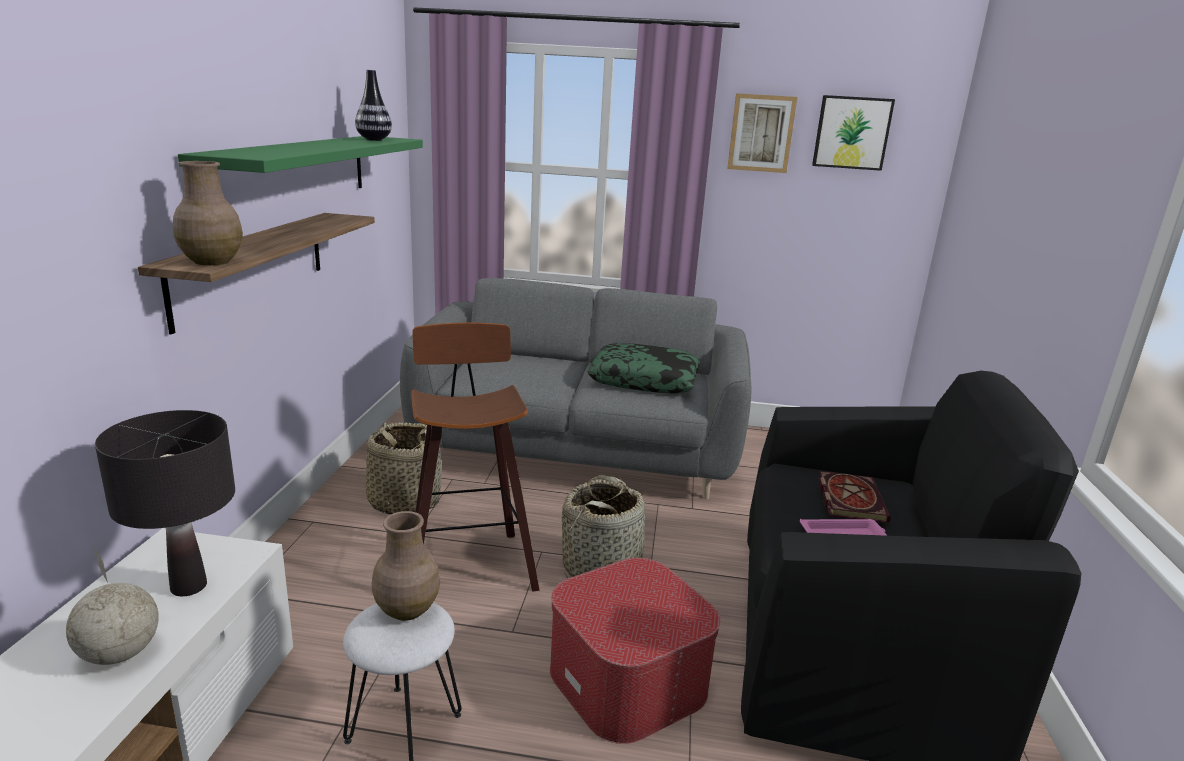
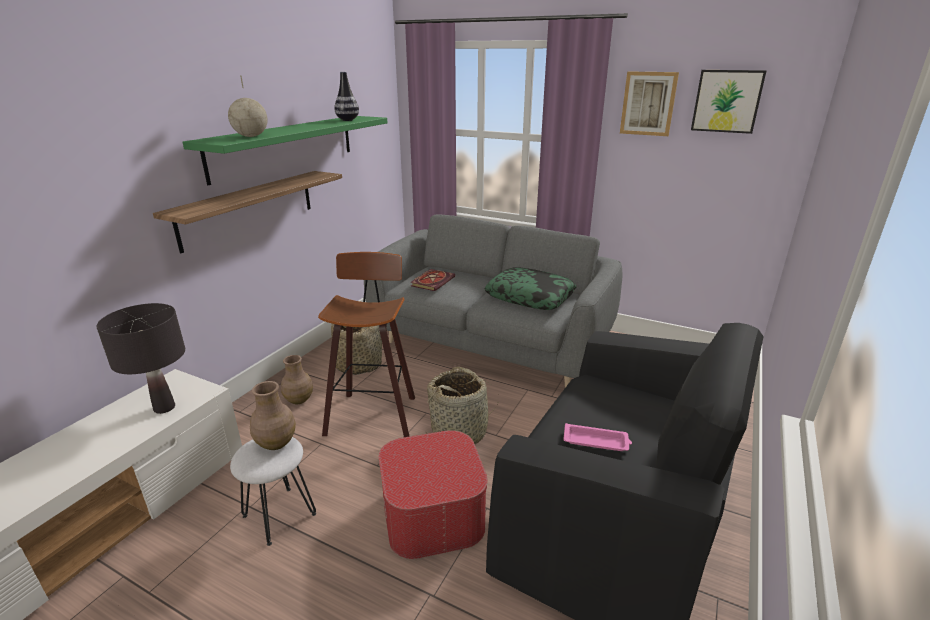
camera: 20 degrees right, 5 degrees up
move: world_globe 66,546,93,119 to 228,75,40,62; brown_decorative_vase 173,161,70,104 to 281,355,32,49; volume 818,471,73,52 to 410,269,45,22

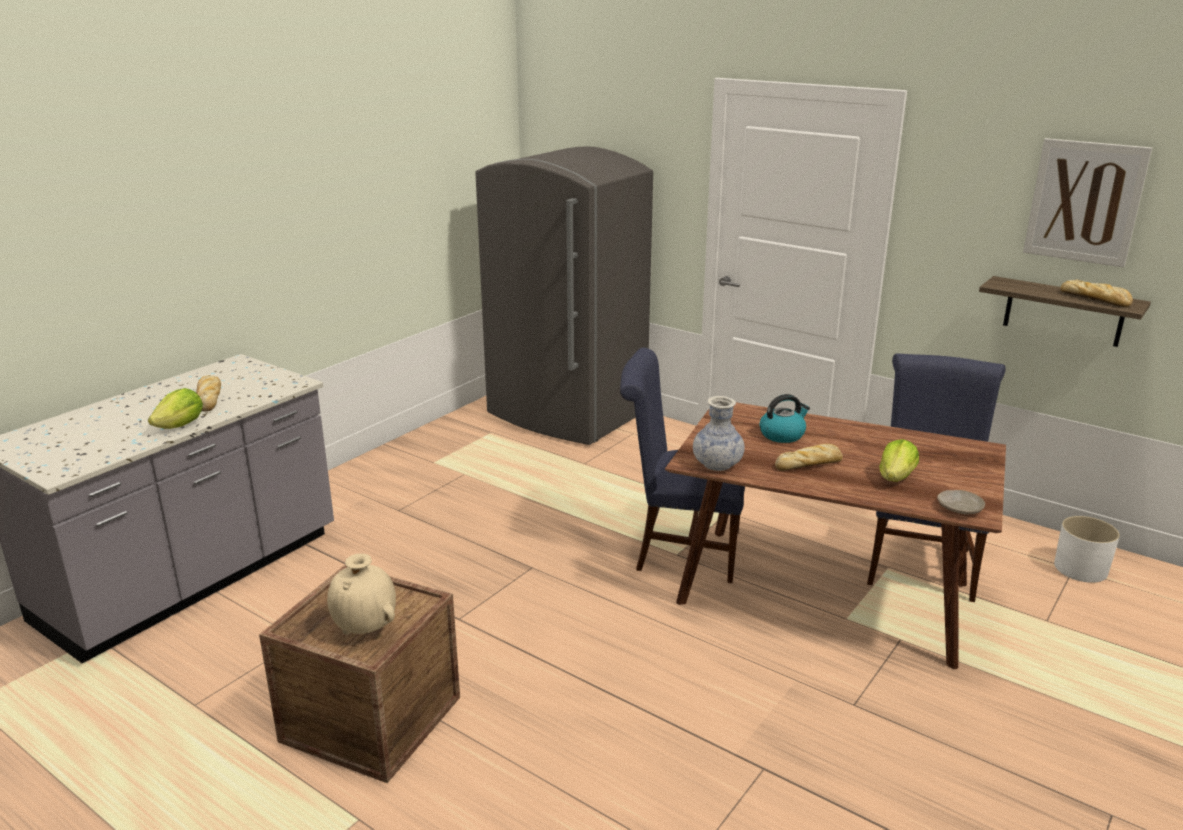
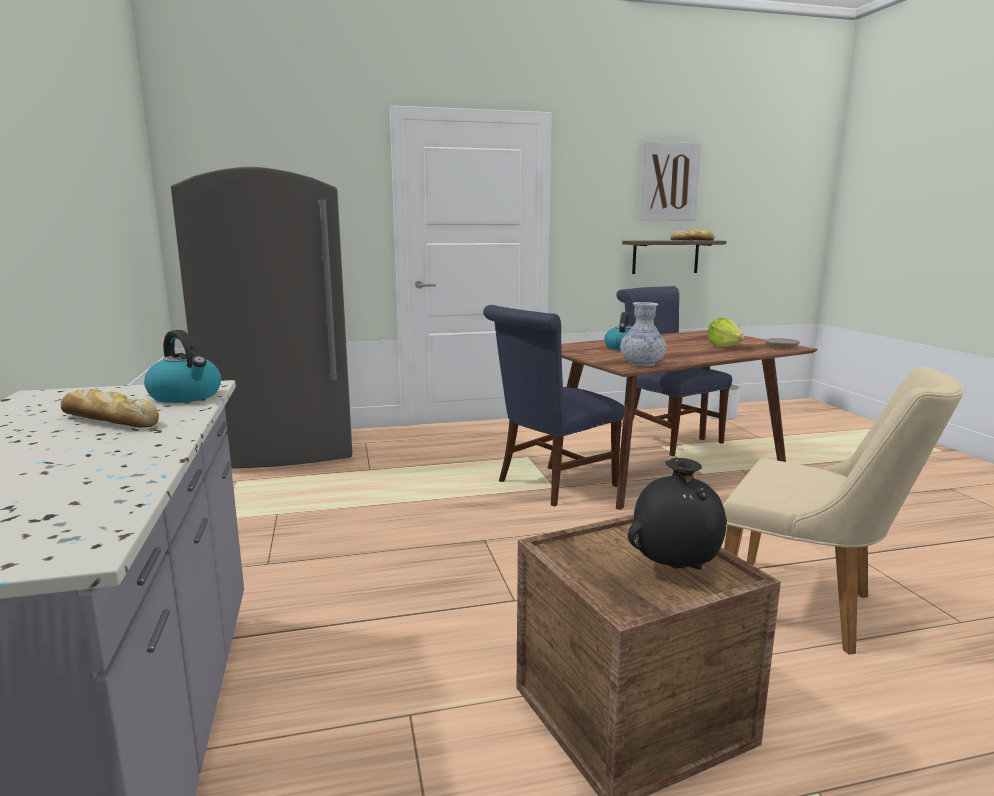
camera: 50 degrees left, 10 degrees down
delete: lettuce 148,388,55,41; baked_bread 775,444,68,27
insert: kettle 144,330,77,73; beige_plain_chair 723,367,241,288
recolor: beige_decorative_vase 327,553,69,82 to blackish_decorative_vase 628,458,99,112

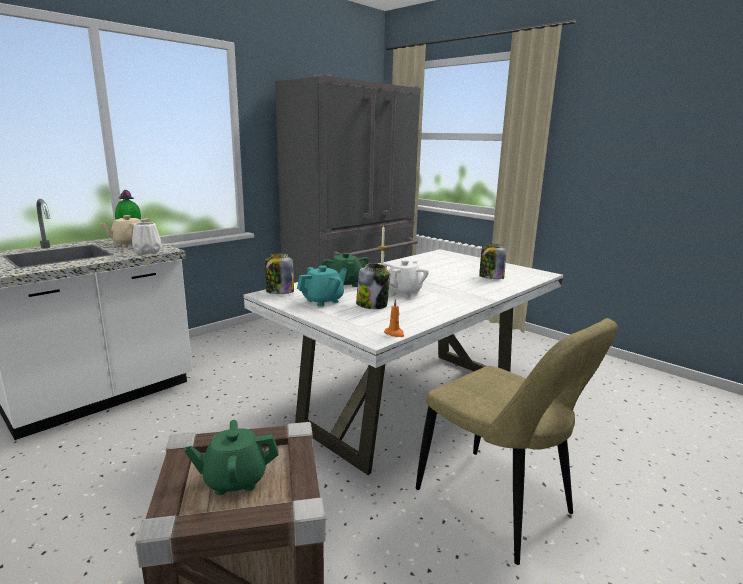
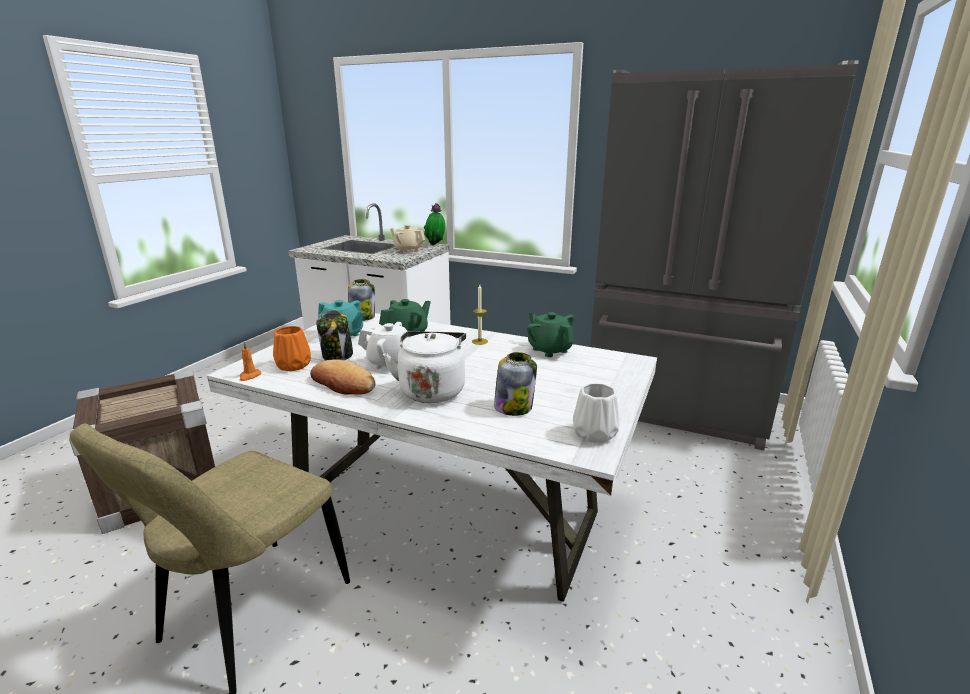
camera: 70 degrees right, 5 degrees up
insert: orange-coloured_decorative_vase 273,326,38,45; baked_bread 310,359,65,35; white_kettle 383,331,83,72
move: white_decorative_vase 132,222,29,32 to 573,383,47,60; green_tea_pot 184,420,94,75 to 527,312,47,45

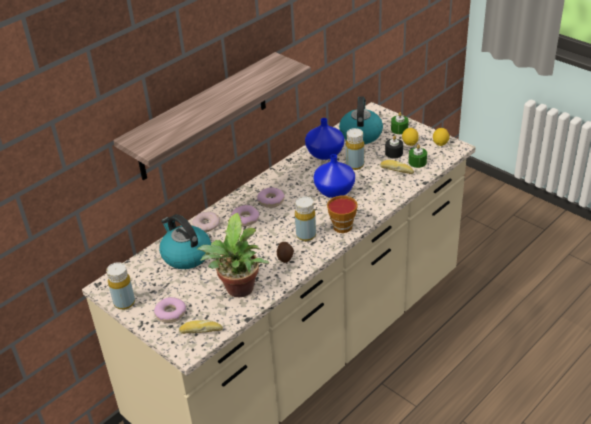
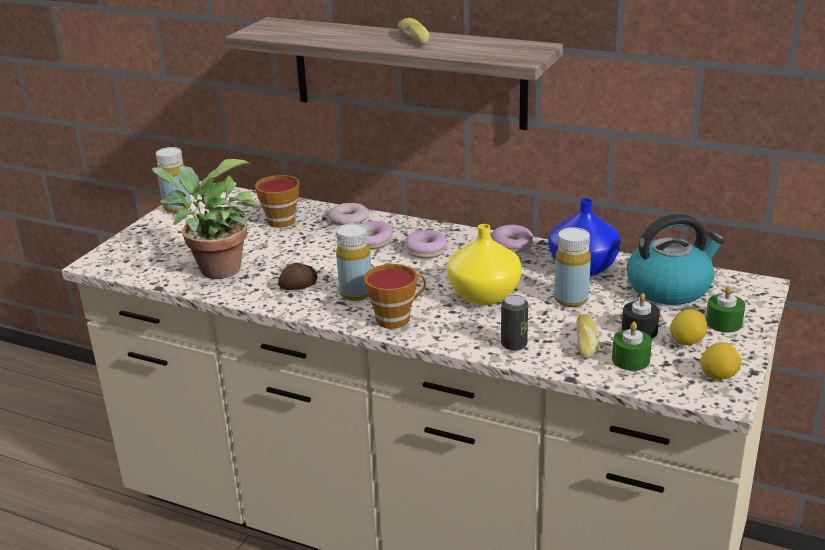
camera: 70 degrees right, 10 degrees down
insert: sealed_can 501,295,27,56
move: doughnut 154,297,32,26 to 491,225,42,28; baked_bread 179,320,44,14 to 398,18,32,27
replace: kettle 159,214,52,55 to cup 255,175,45,53
recolor: blue-coloured_decorative_vase 314,154,41,44 to yellowish_decorative_vase 447,224,75,81

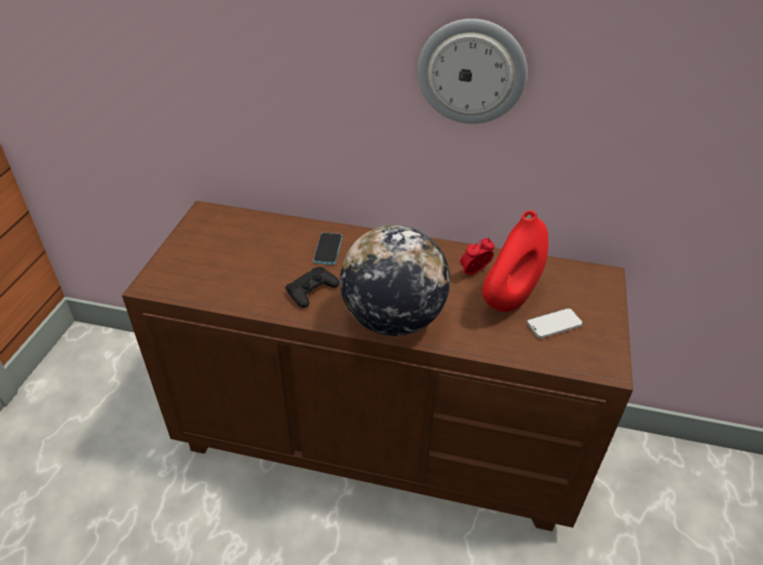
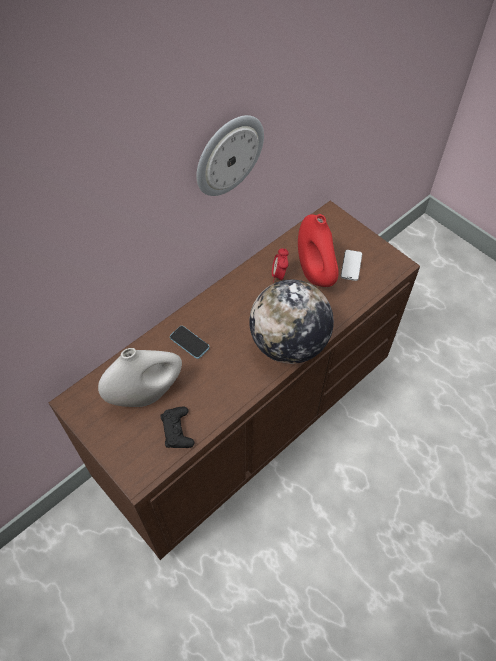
camera: 55 degrees left, 15 degrees up
insert: white_decorative_vase 98,348,84,59
move: blackish_gamepad 285,267,55,41 to 160,407,35,41

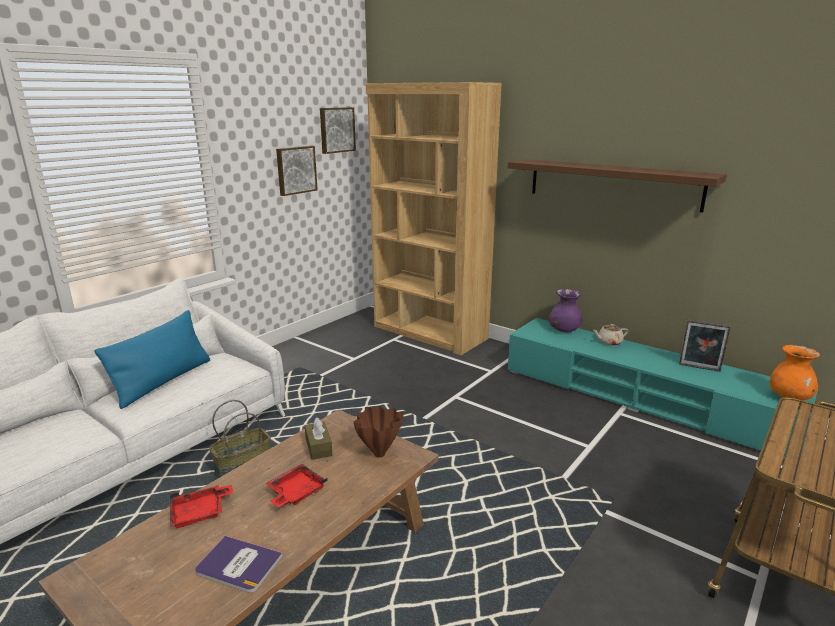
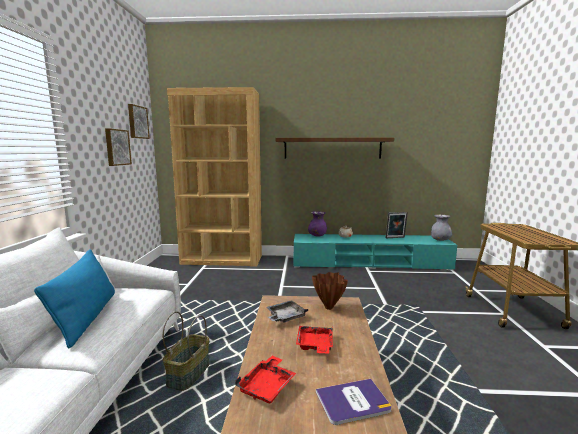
camera: 35 degrees left, 10 degrees down
replace: brown_tissue_holder 305,417,28,43 to gray_carrying_tray 266,300,42,23
recolor: orange-coloured_decorative_vase 769,345,51,55 to gray_decorative_vase 431,214,21,27

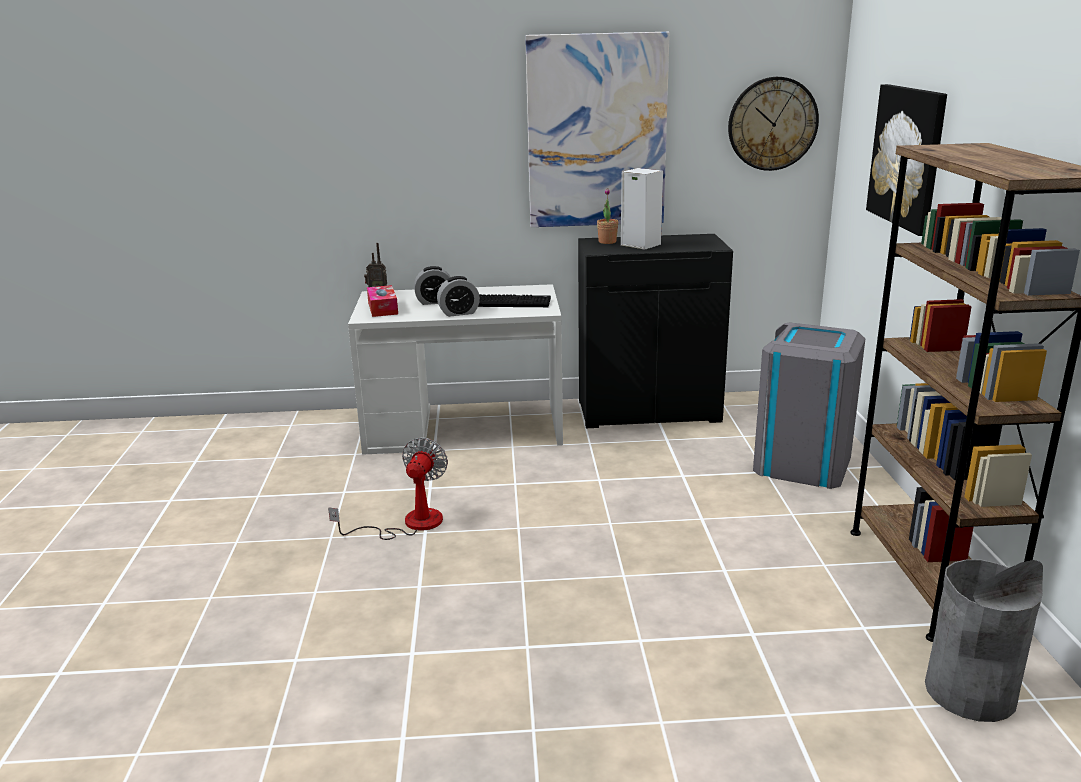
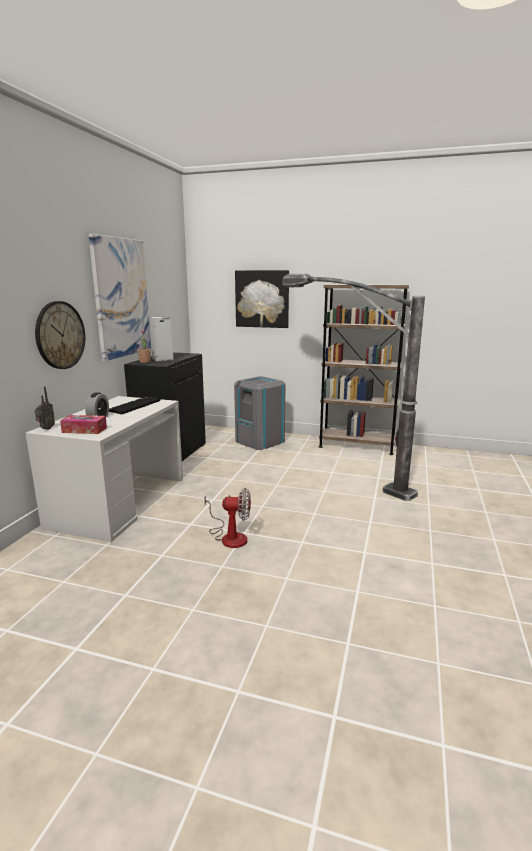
camera: 70 degrees left, 5 degrees down
delete: table_clock 437,276,43,41; gray_trash_can 925,559,118,163
insert: standard_lamp 283,274,142,227
move: clock_on_the_wall 728,77,91,94 to 35,301,50,68
rotate: cooling_fan 328,437,120,103 = 204,488,47,60 150 degrees clockwise

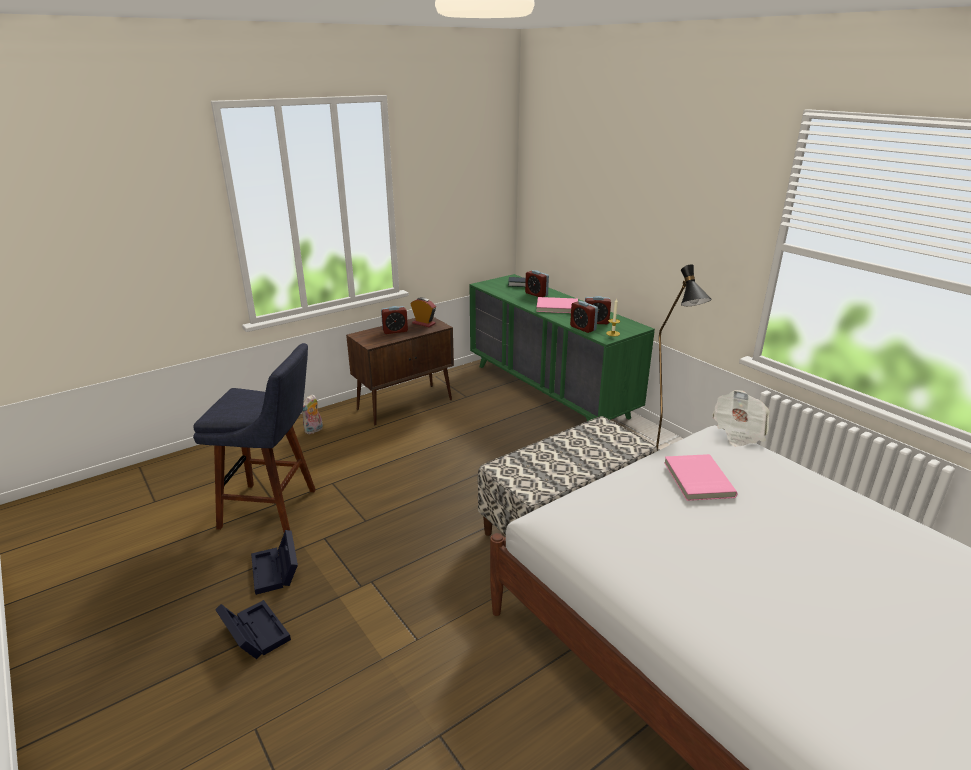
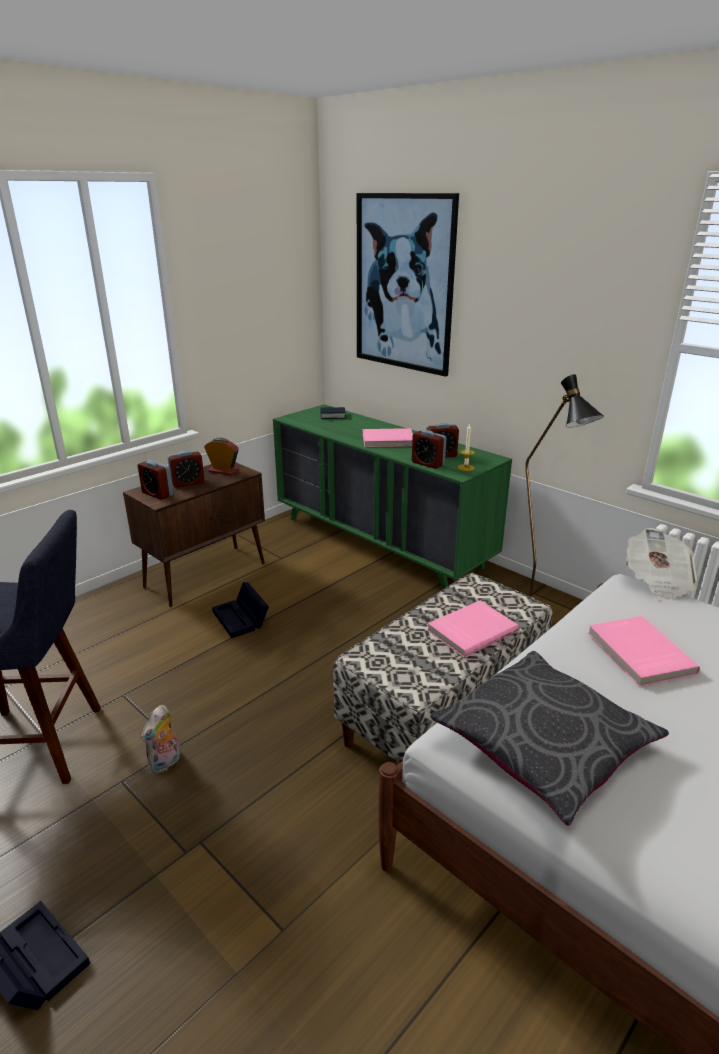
camera: 10 degrees left, 0 degrees up
insert: picture 357,193,102,184; pinkish_volume 427,601,92,56; gray_pillow 430,651,239,175
move: blackish_storage_bin 251,530,47,65 to 212,582,57,56; plush_toy 302,394,21,40 to 140,705,41,68; table_clock 525,270,24,27 to 138,460,36,40

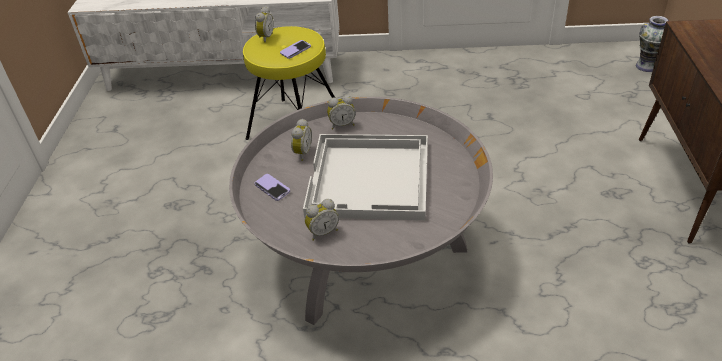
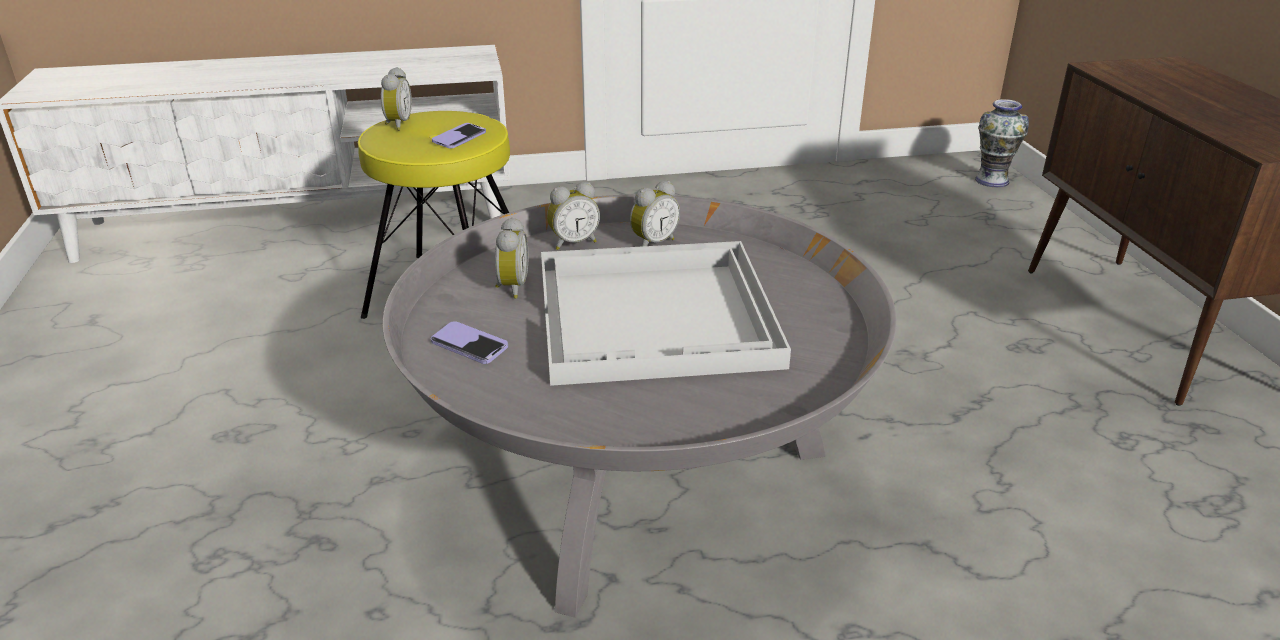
camera: 15 degrees left, 10 degrees down
move: table_clock 305,199,34,42 to 630,181,50,65

